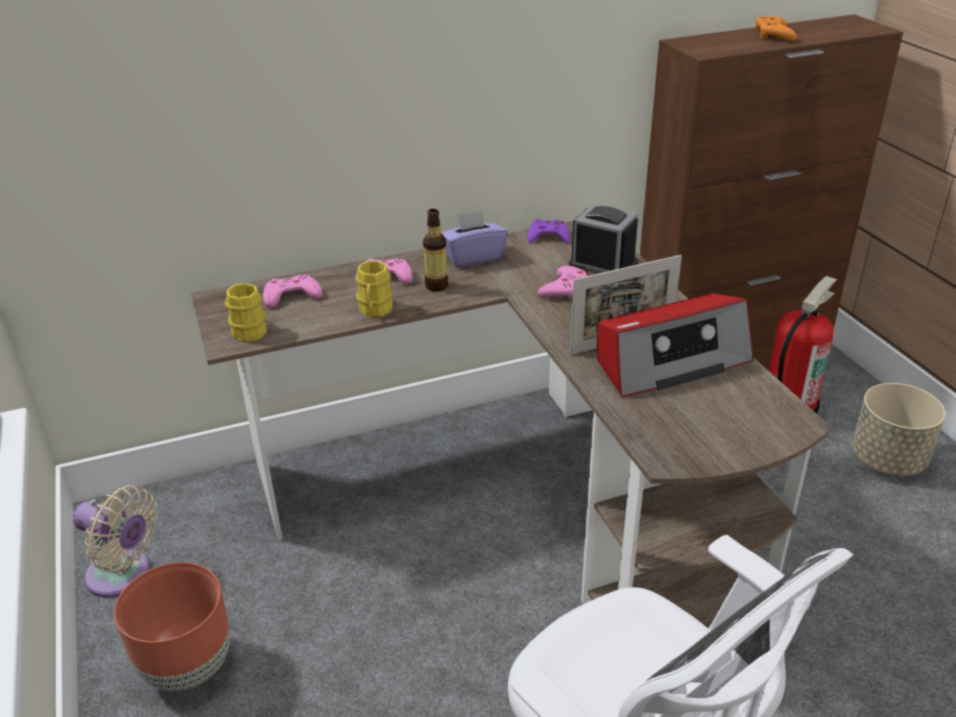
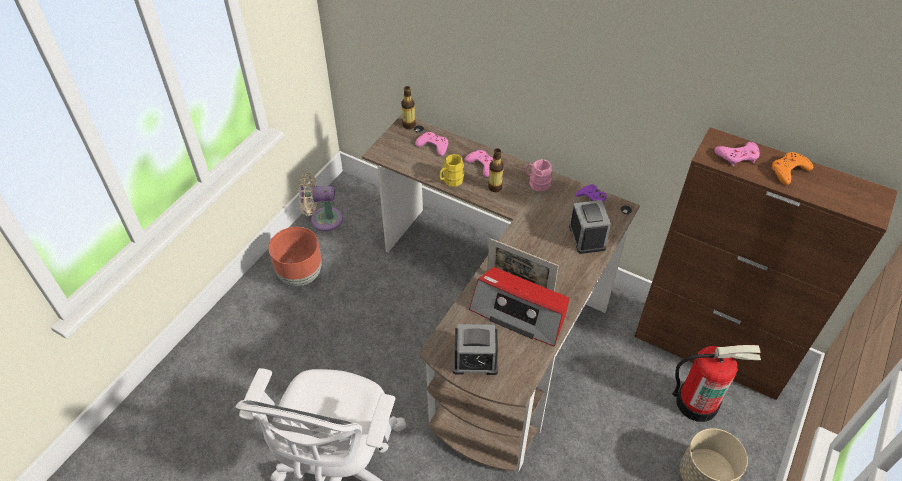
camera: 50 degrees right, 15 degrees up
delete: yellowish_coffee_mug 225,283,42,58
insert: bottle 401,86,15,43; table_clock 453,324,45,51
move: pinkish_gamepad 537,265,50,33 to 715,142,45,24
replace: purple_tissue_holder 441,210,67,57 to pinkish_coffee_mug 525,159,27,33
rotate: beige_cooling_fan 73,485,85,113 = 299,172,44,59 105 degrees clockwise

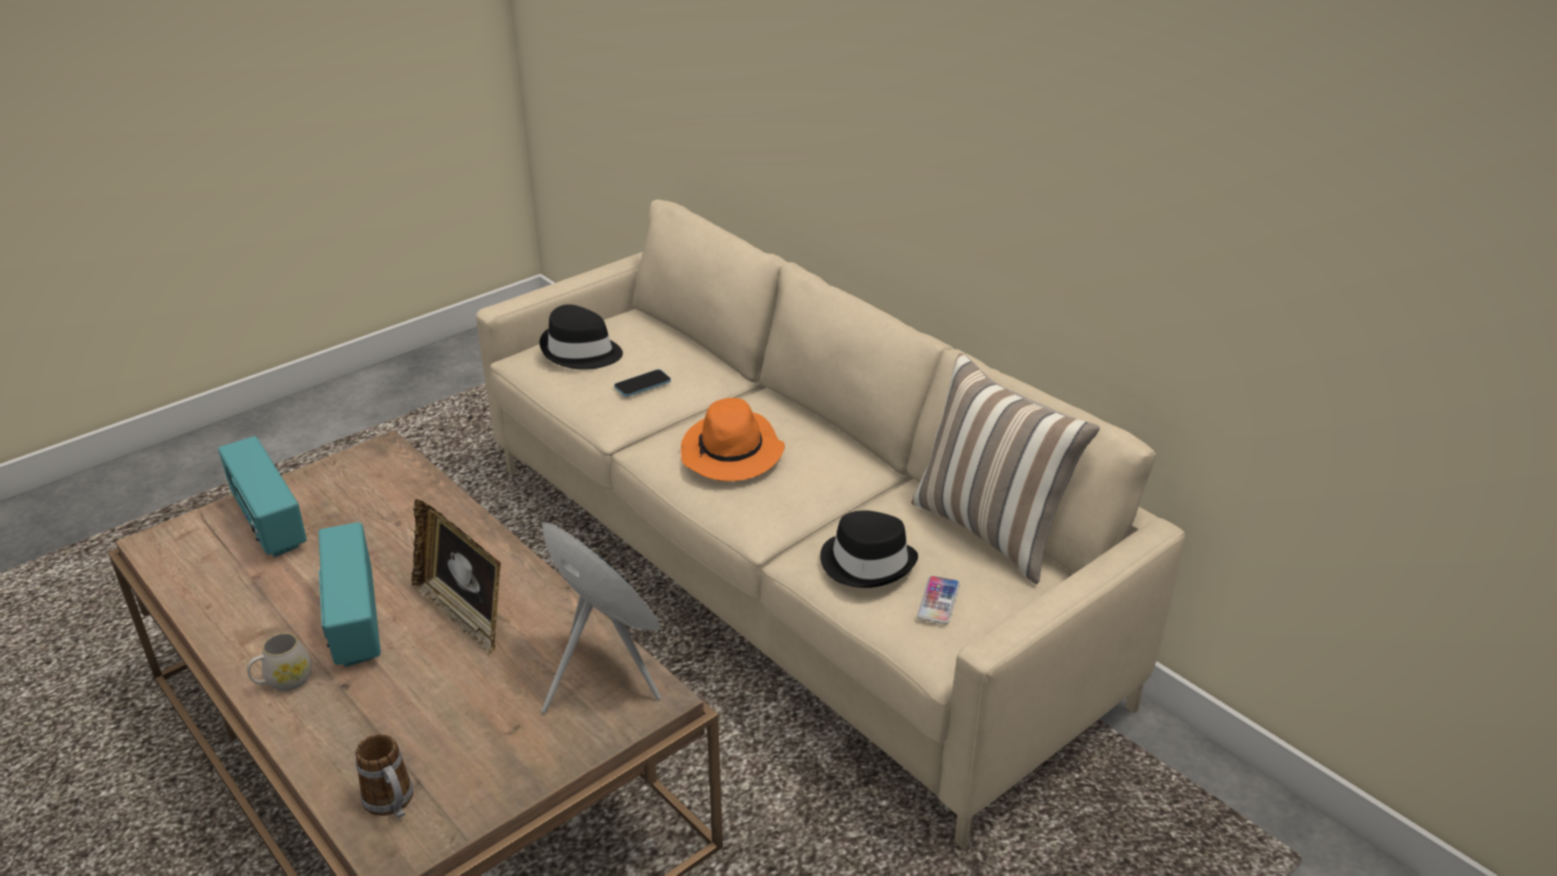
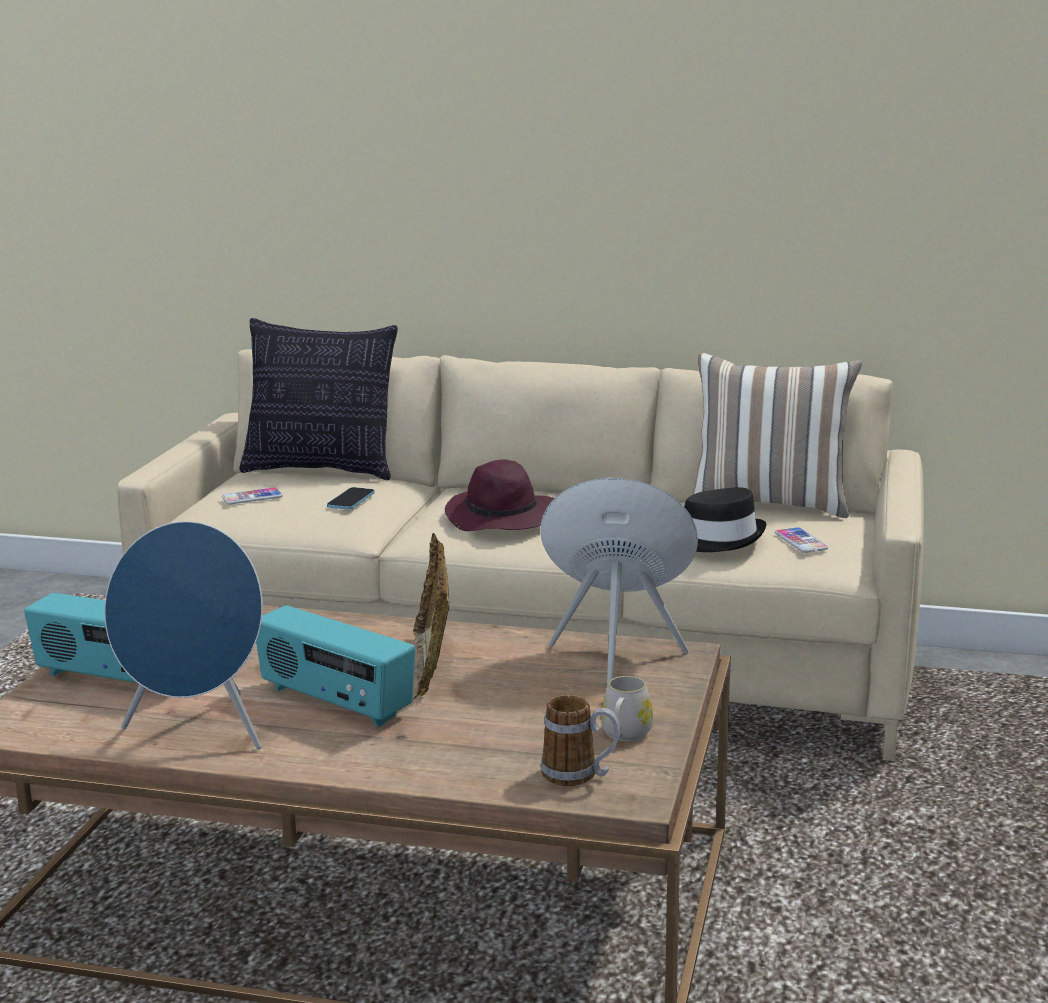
camera: 35 degrees left, 15 degrees down
insert: blue-coloured_speaker 104,521,159,229; pillow 240,318,158,162
move: white_coffee_mug 247,633,65,58 to 601,676,52,66
replace: blackish_wearable_hat 539,304,84,66 to telephone 222,487,61,17
recolor: orange-coloured_wearable_hat 681,398,104,83 to purple_wearable_hat 445,459,109,72
rotate: picture_frame 412,499,89,157 = 413,533,36,166 75 degrees clockwise

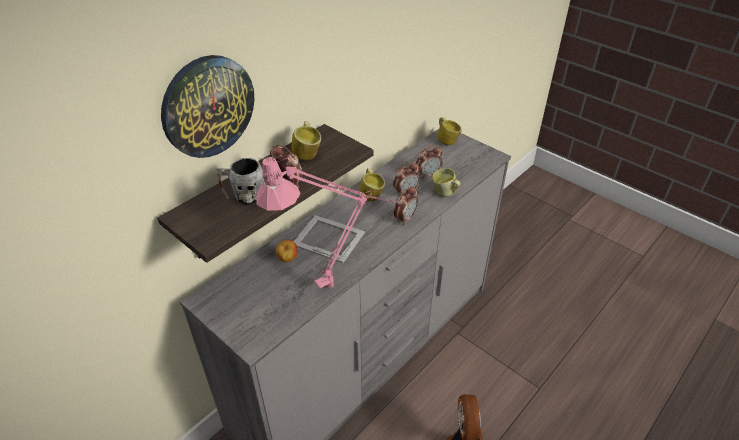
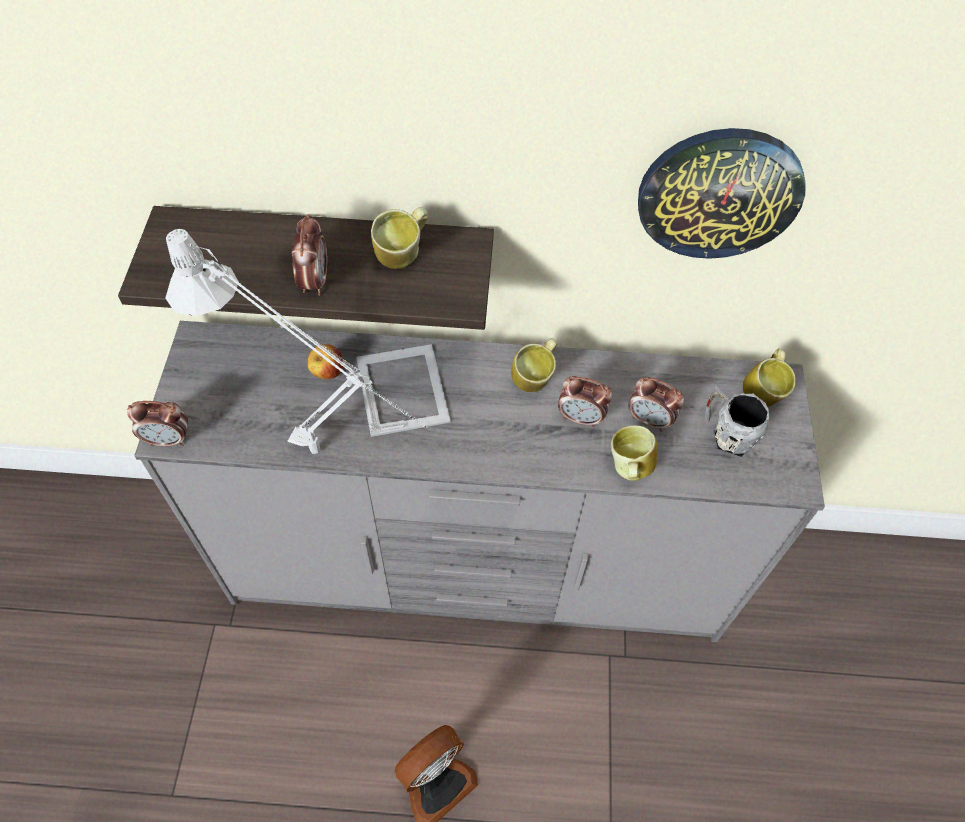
camera: 50 degrees right, 15 degrees up
move: clock_on_the_wall 161,55,93,103 to 638,128,167,131; gray_coffee_mug 216,158,48,47 to 705,386,64,71; table_clock 394,186,24,39 to 127,401,61,45
recolor: pinkish_tabletop_lamp 256,157,144,132 to gray_tabletop_lamp 165,229,262,225

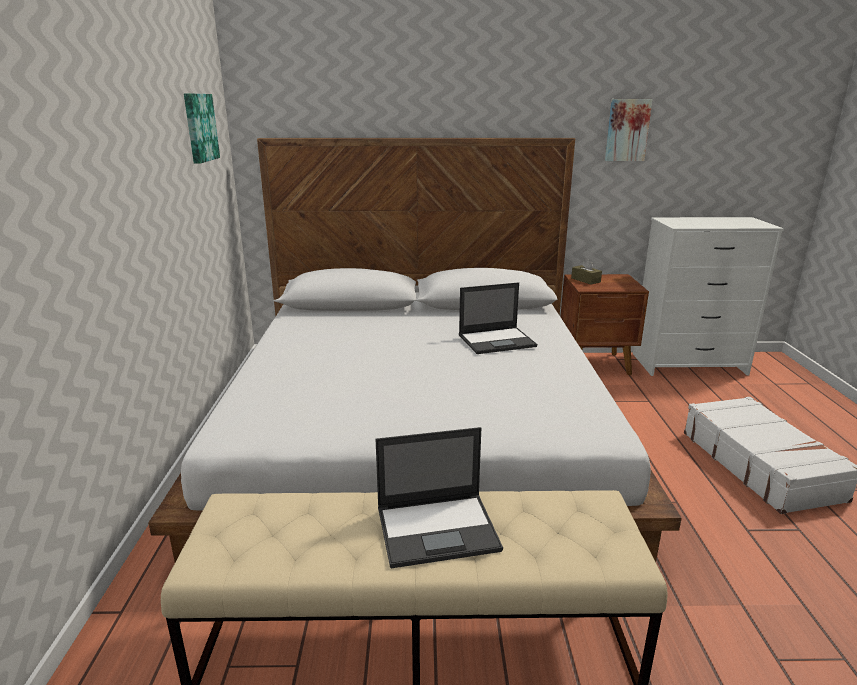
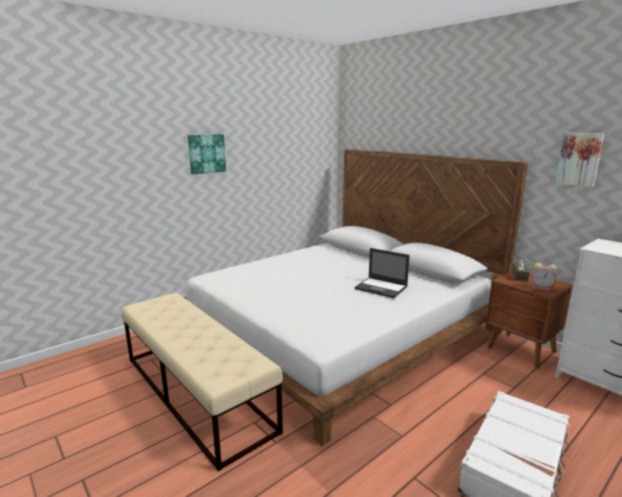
camera: 50 degrees right, 5 degrees down
delete: notebook_computer 376,427,127,141
insert: table_clock 531,263,26,28
move: picture 184,94,36,70 to 188,134,38,40

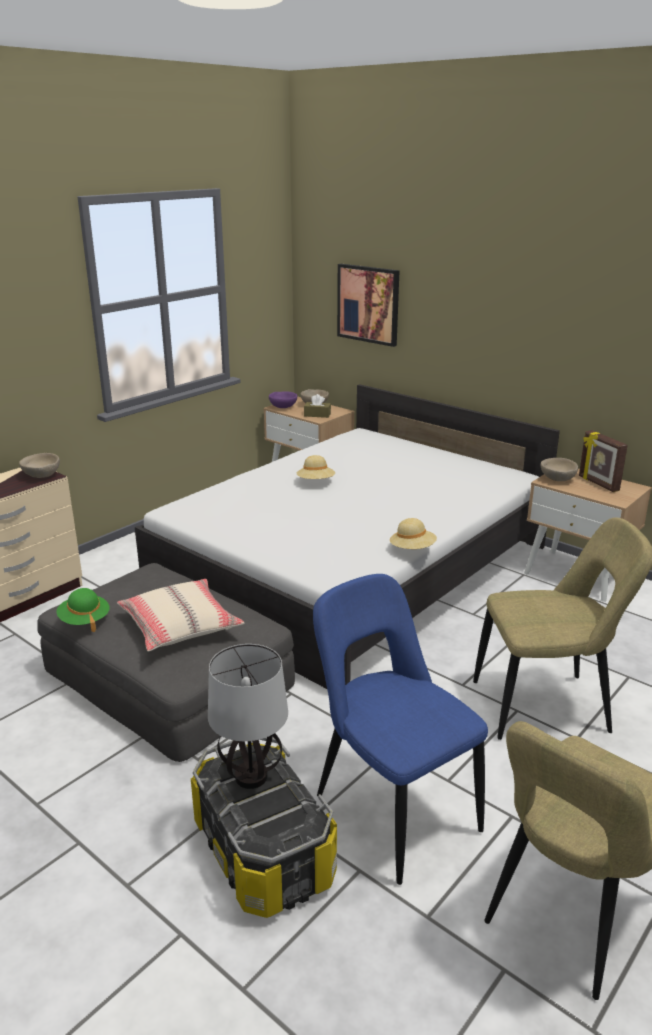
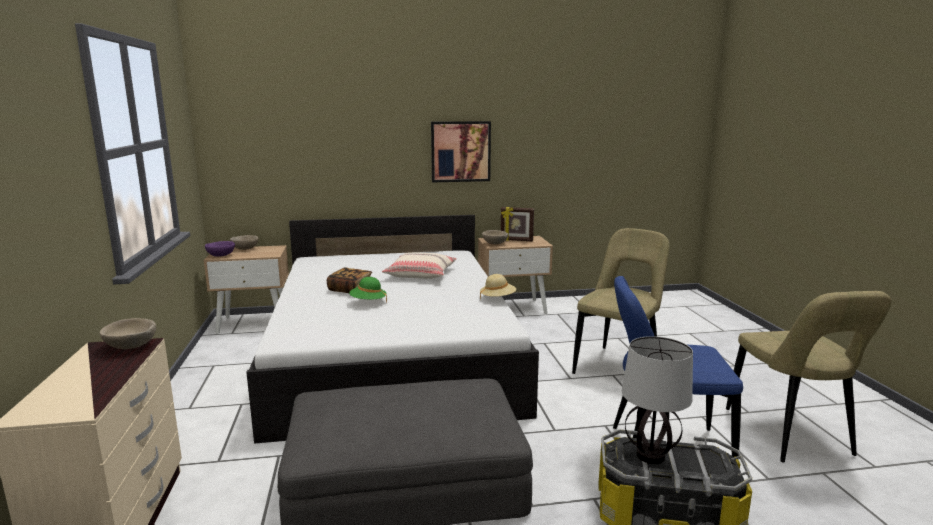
camera: 50 degrees left, 10 degrees down
delete: brown_tissue_holder 304,394,27,24
move: green_wearable_hat 56,588,54,44 to 349,277,38,26; beige_pillow 117,579,127,72 to 382,252,75,27; picture 337,264,62,83 to 431,121,60,61
replace: beige_wearable_hat 297,455,38,24 to volume 327,267,45,26

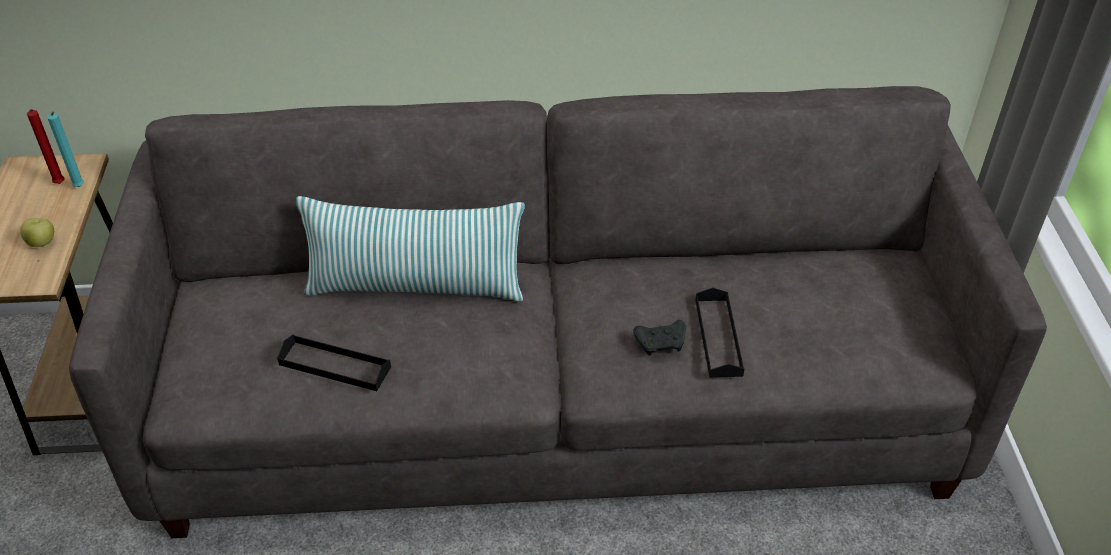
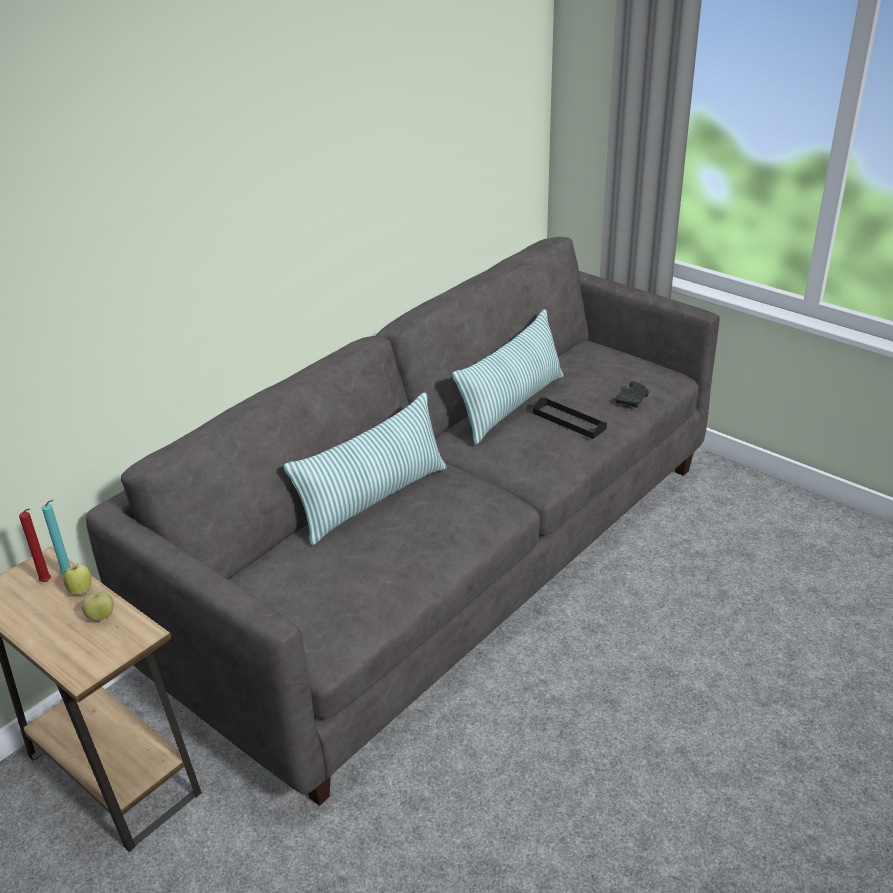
camera: 45 degrees left, 10 degrees down
delete: blackish_carrying_tray 277,334,114,57
insert: apple_fruit 63,564,29,31; pillow 452,309,111,136
move: blackish_gamepad 633,320,53,36 to 615,381,34,26

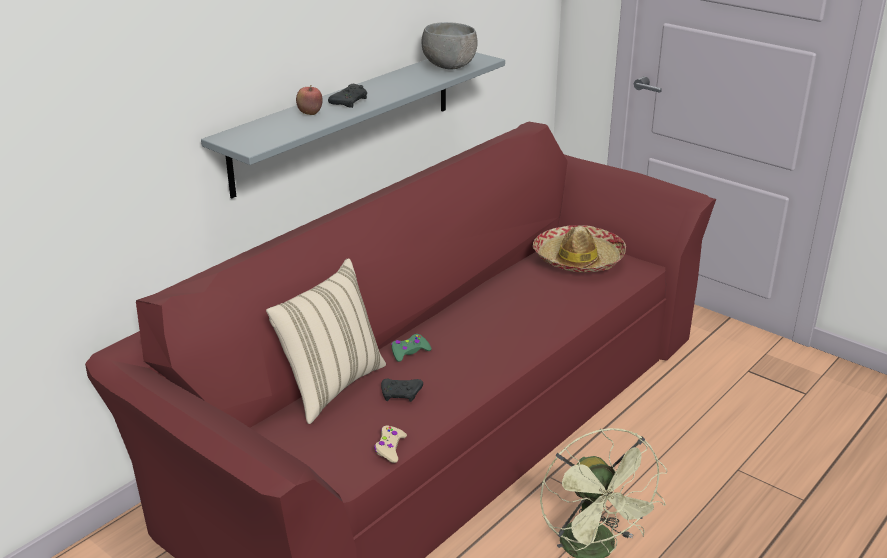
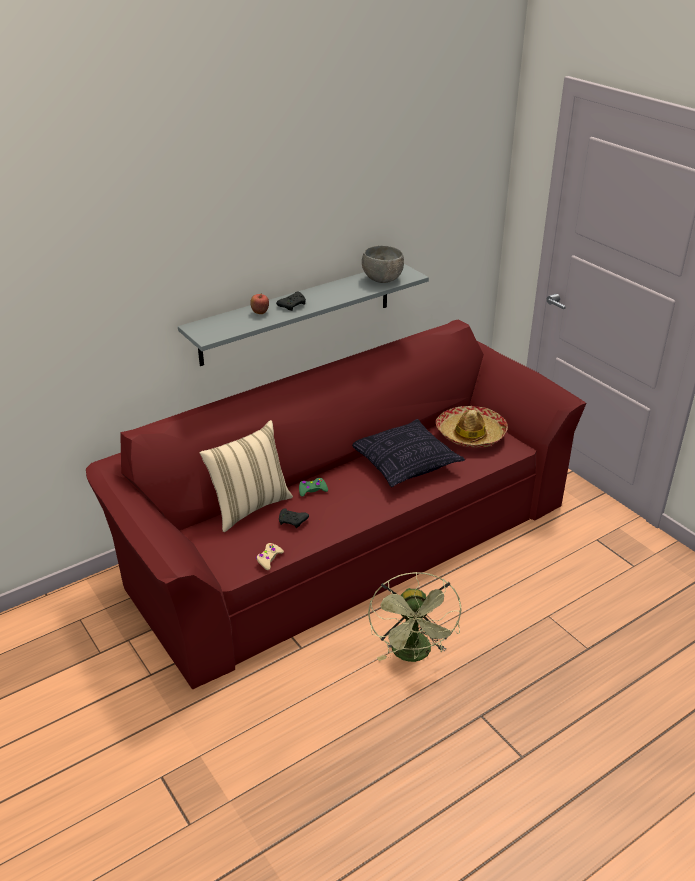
camera: 15 degrees right, 5 degrees up
insert: pillow 352,419,113,68

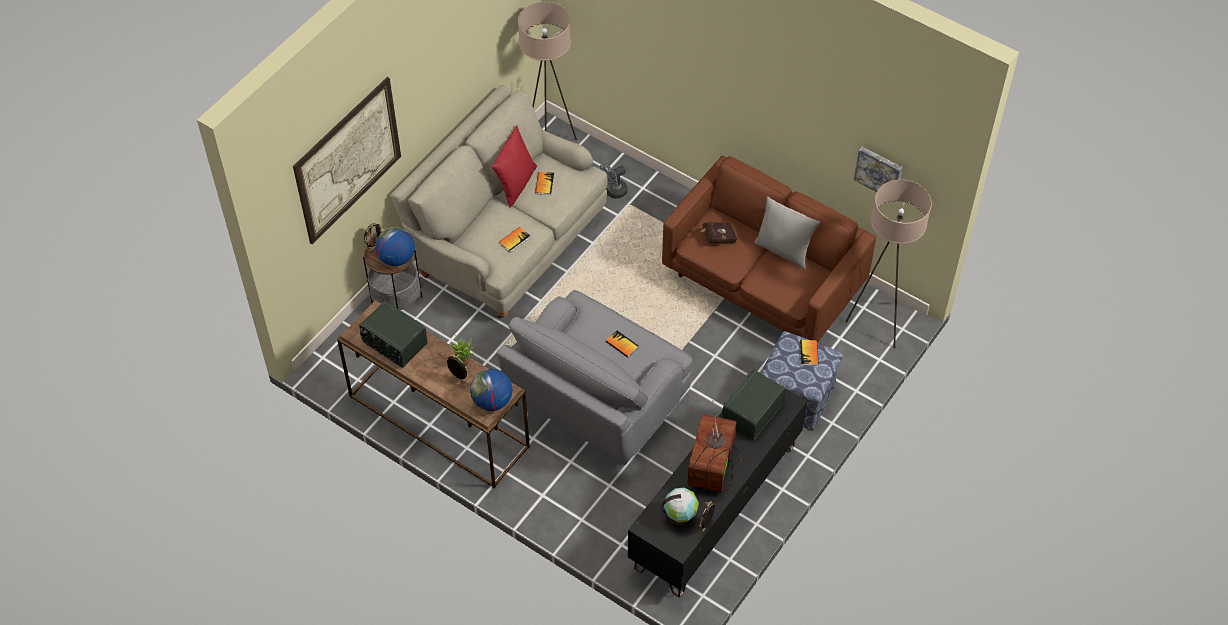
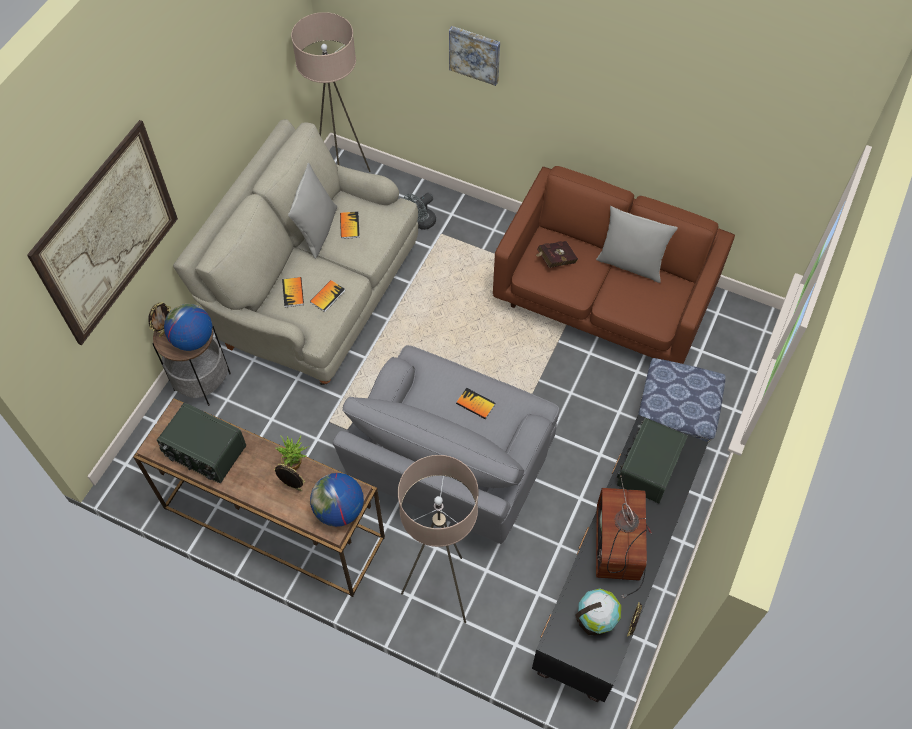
camera: 10 degrees left, 5 degrees up
move: volume 800,340,19,26 to 282,277,22,30; beige_standard_lamp 845,180,87,168 to 398,455,81,168; picture 854,147,48,45 to 449,26,51,60
recolor: reddish_pillow 492,125,45,82 to gray_pillow 288,163,49,96

